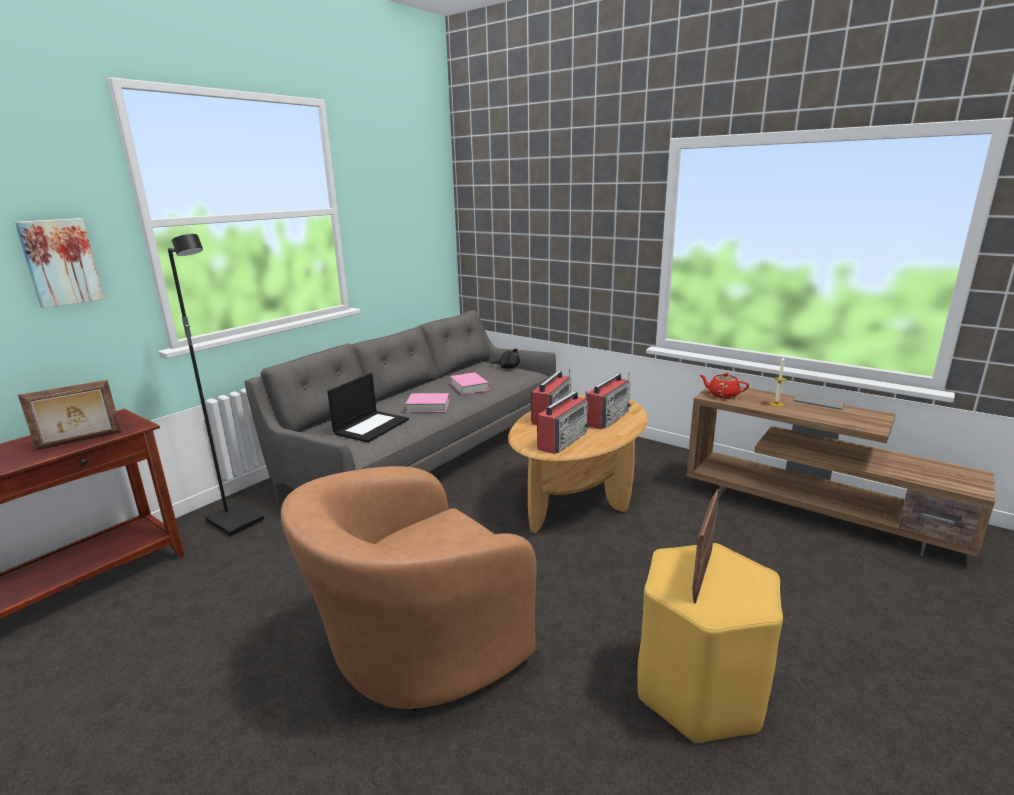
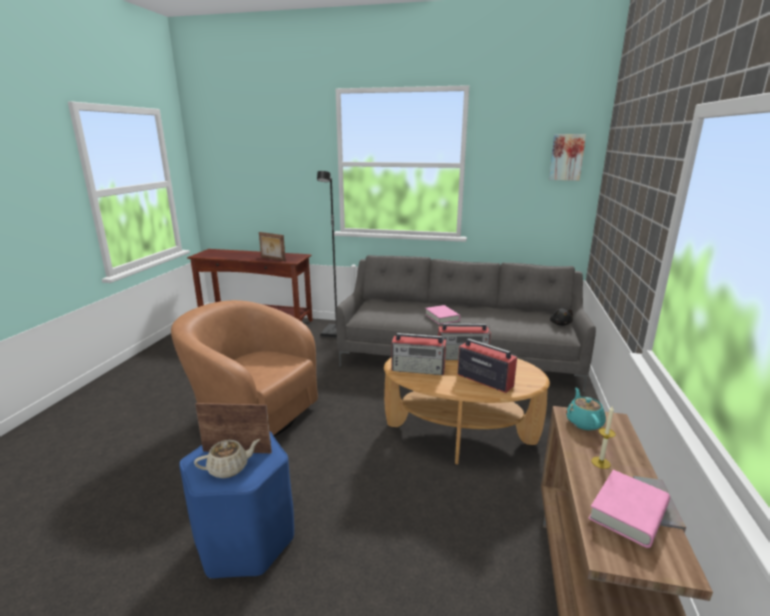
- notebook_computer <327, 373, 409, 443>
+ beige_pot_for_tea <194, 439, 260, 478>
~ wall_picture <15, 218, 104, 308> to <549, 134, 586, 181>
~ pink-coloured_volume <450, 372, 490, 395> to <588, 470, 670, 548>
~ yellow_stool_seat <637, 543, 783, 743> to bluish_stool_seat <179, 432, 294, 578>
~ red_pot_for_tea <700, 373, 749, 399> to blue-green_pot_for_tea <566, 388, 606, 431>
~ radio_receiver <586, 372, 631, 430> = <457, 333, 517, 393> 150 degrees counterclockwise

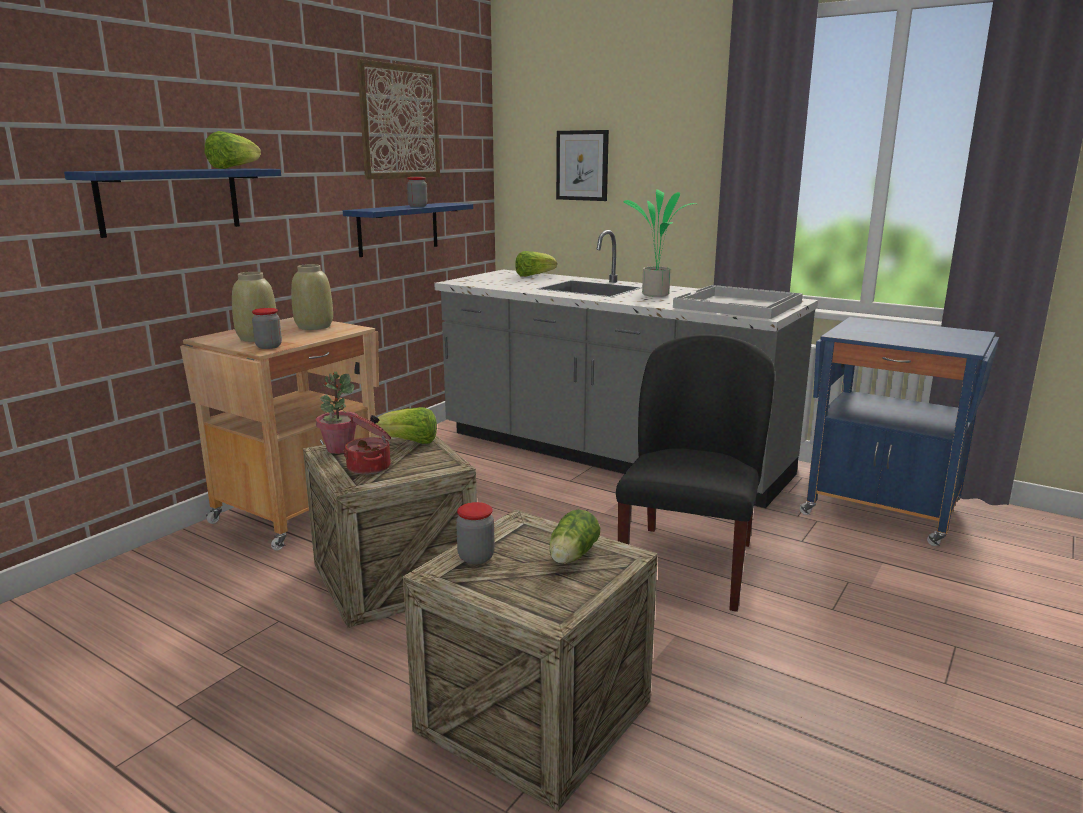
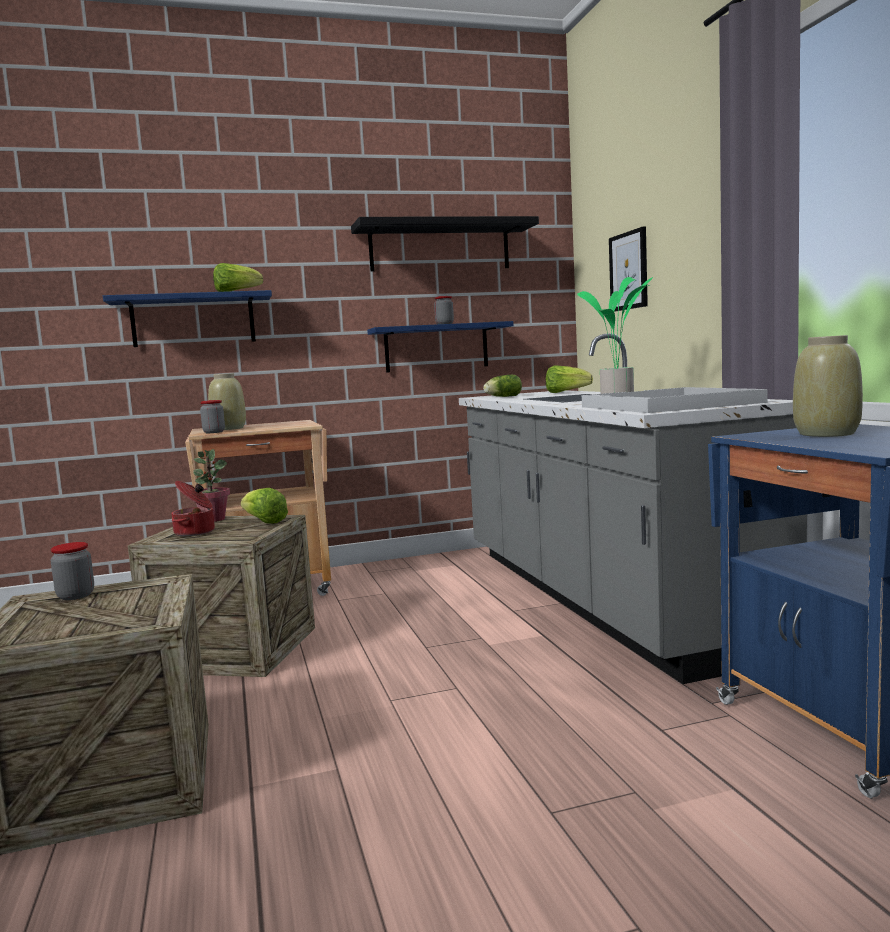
- blackish_upright_chair <616, 334, 775, 612>
~ beige_vase <291, 264, 333, 330> to <793, 335, 863, 437>
~ lettuce_head <549, 509, 600, 564> to <483, 375, 522, 397>
~ wall_picture <357, 59, 440, 180> to blackish_wall_shelf <351, 216, 539, 271>

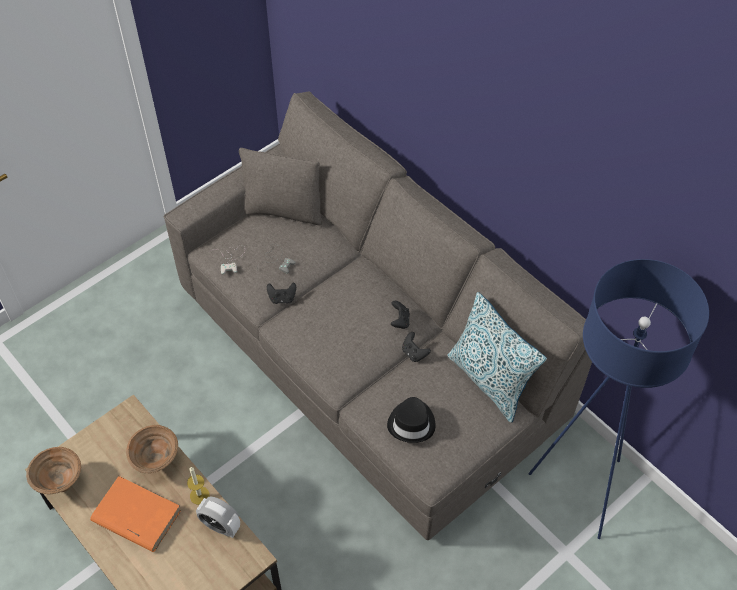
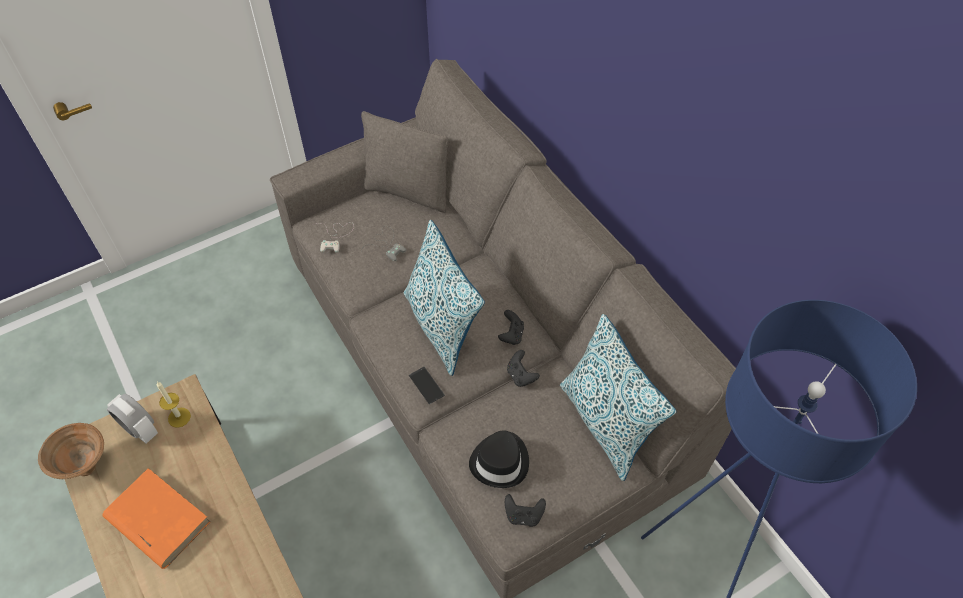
- brown-coloured_deep_dish <126, 425, 178, 473>
+ throw_pillow <404, 220, 485, 376>
+ telephone <409, 367, 445, 405>
~ wax_candle <187, 467, 210, 505> to <157, 382, 191, 428>
~ table_clock <196, 496, 240, 538> to <107, 393, 158, 444>
~ blackish_gamepad <267, 282, 296, 304> to <505, 494, 546, 527>

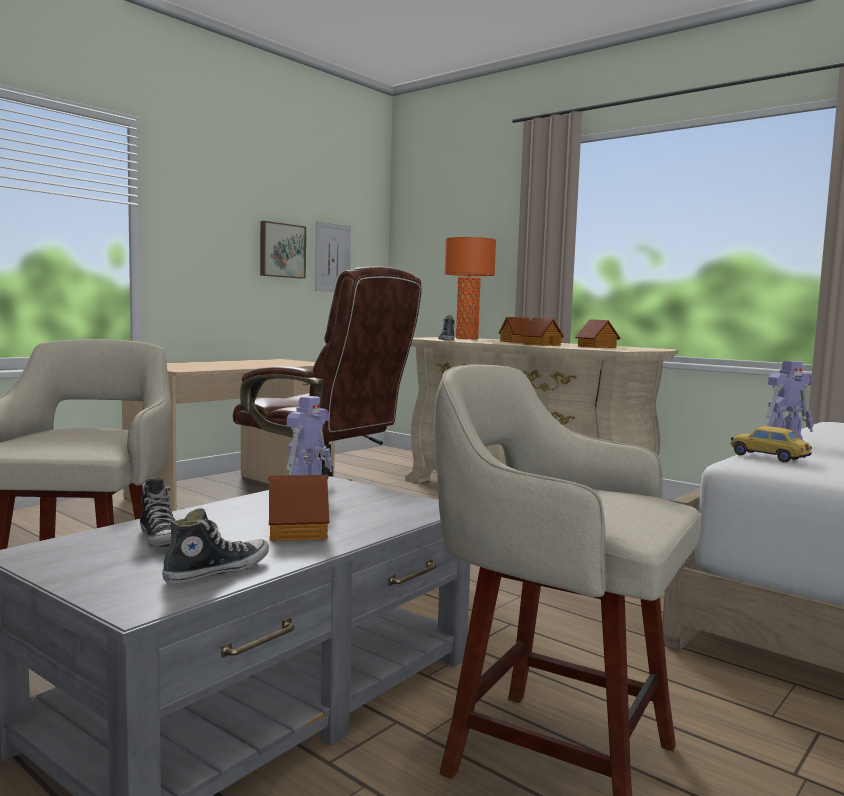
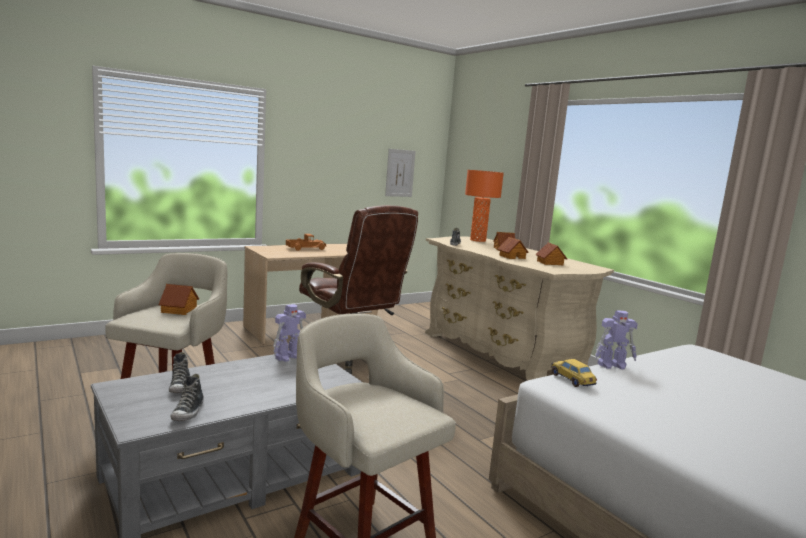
- wall_picture <260, 221, 306, 279>
+ model_truck <286, 234, 326, 251>
~ model_house <268, 475, 329, 541> to <158, 284, 199, 315>
~ shoe <162, 508, 269, 583> = <171, 374, 204, 421> 120 degrees clockwise

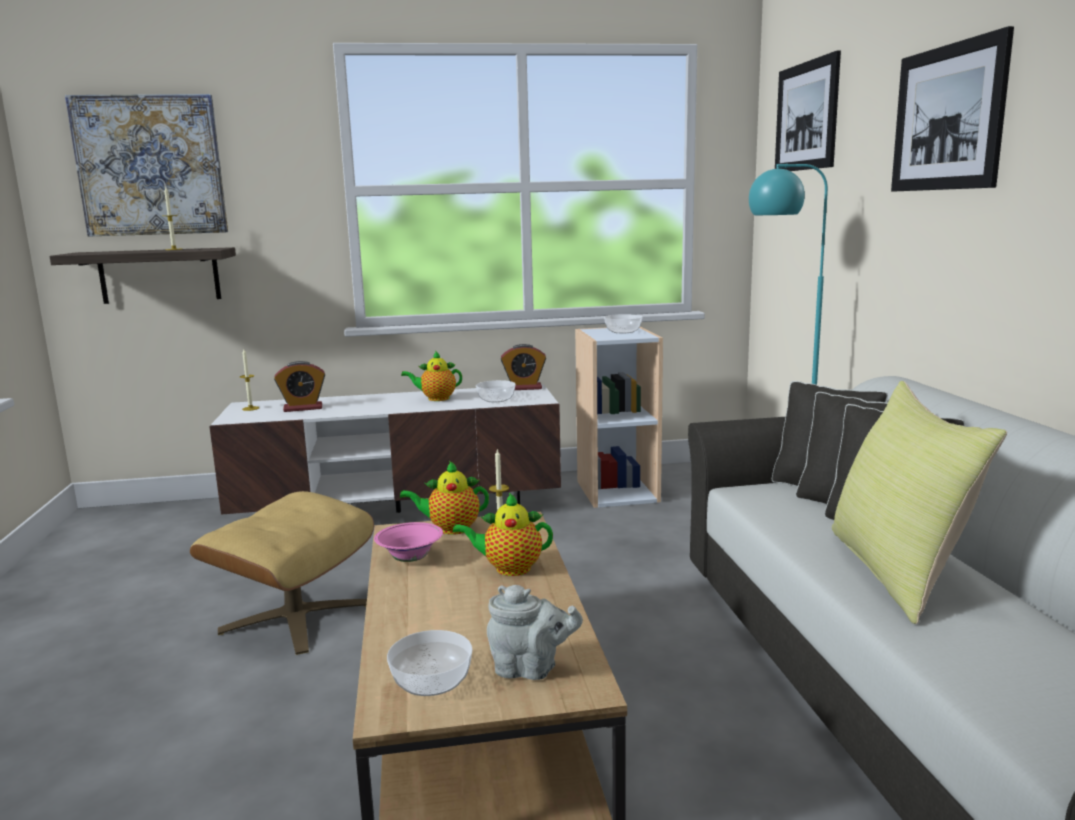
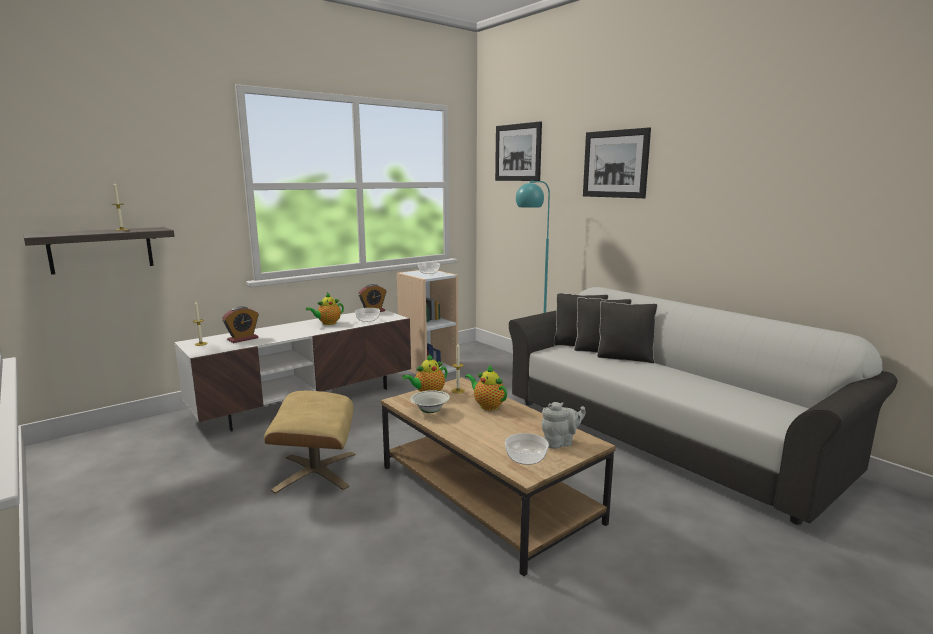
- wall_picture <65, 94, 228, 237>
- yellow_throw_pillow <832, 381, 1007, 624>
~ pink-coloured_deep_dish <374, 522, 443, 562> to white_deep_dish <410, 390, 450, 413>
~ pot_for_tea <453, 493, 553, 576> = <465, 365, 507, 410> 75 degrees clockwise

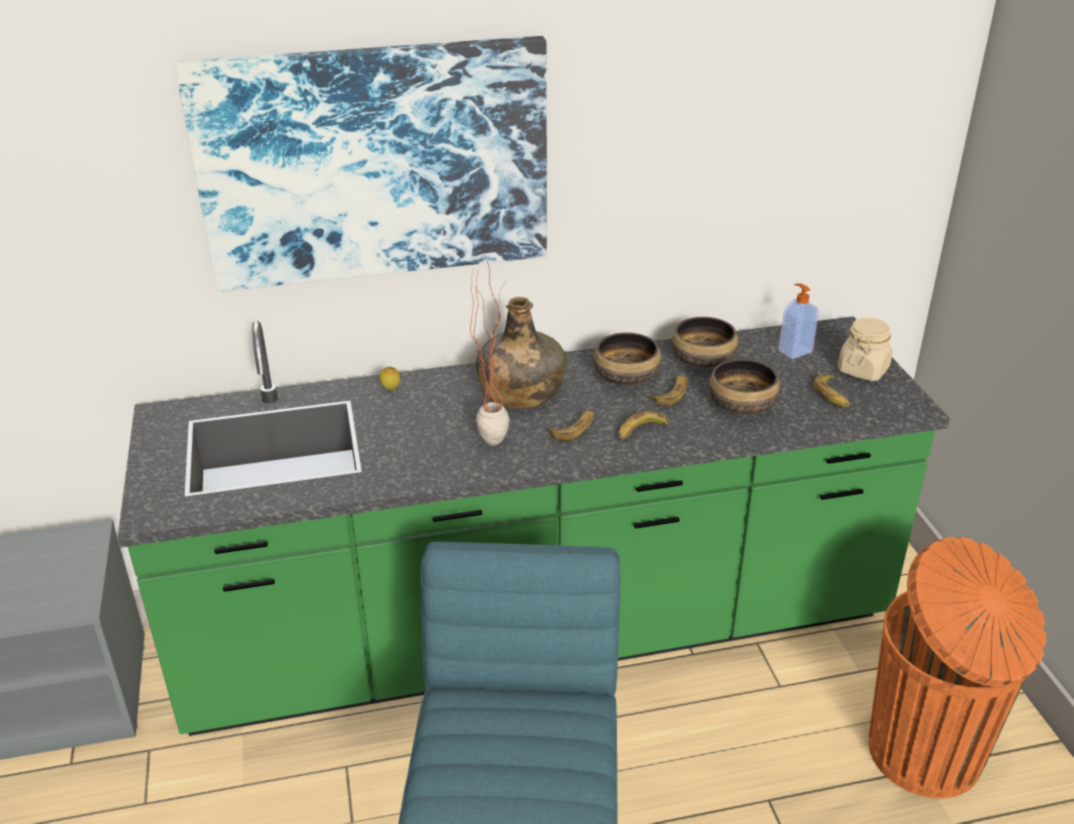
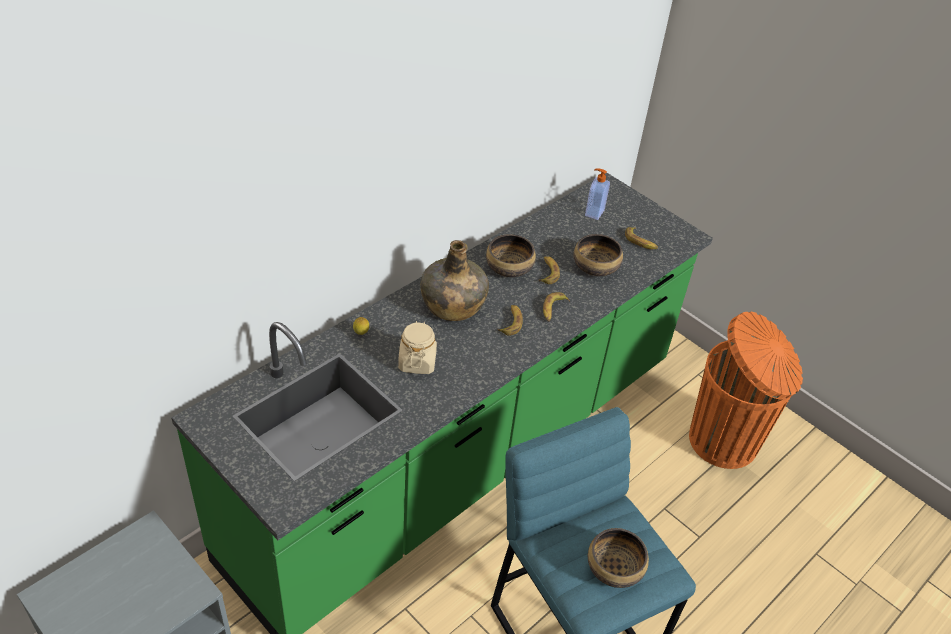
- wall_picture <175, 36, 547, 291>
- potted_plant <470, 253, 509, 446>
~ deep_dish <672, 317, 738, 368> to <588, 528, 649, 588>
~ beige_jar <838, 318, 893, 381> to <398, 321, 437, 374>

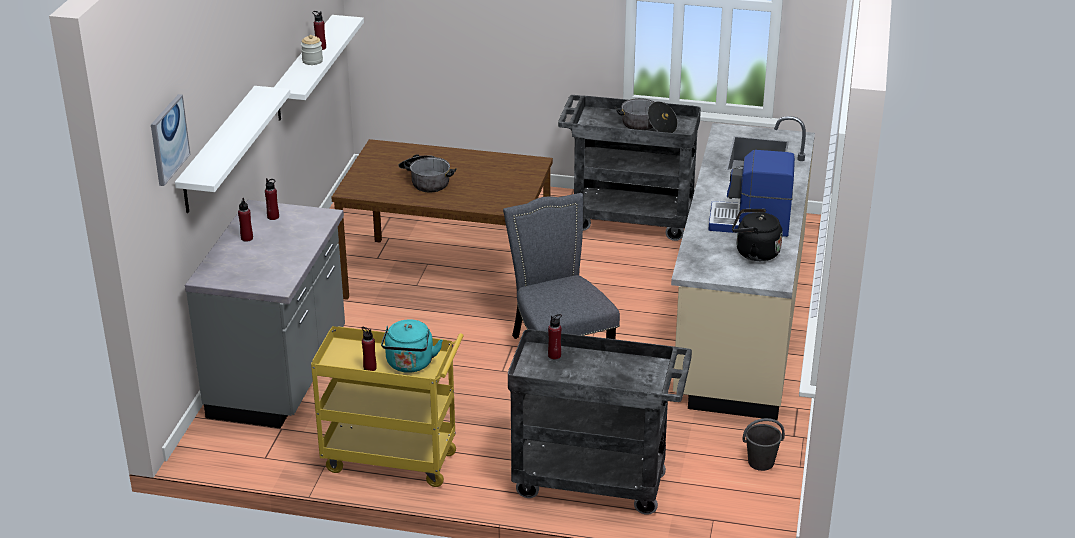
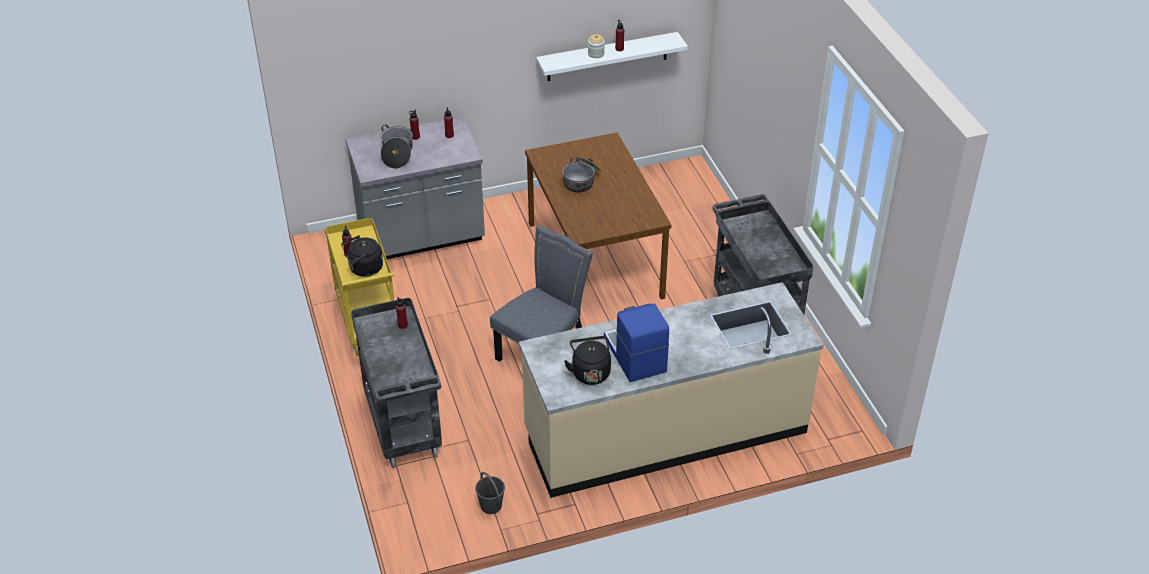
- wall_picture <151, 94, 190, 186>
- white_wall_shelf <175, 86, 291, 213>
~ stockpot <615, 98, 678, 133> to <380, 125, 413, 169>
~ blue-green_water_kettle <381, 320, 443, 373> to blackish_water_kettle <341, 235, 383, 277>

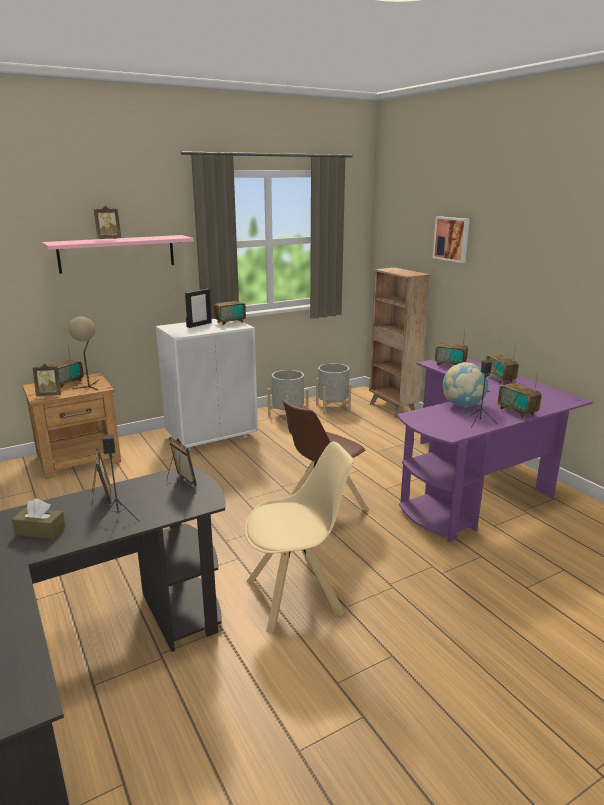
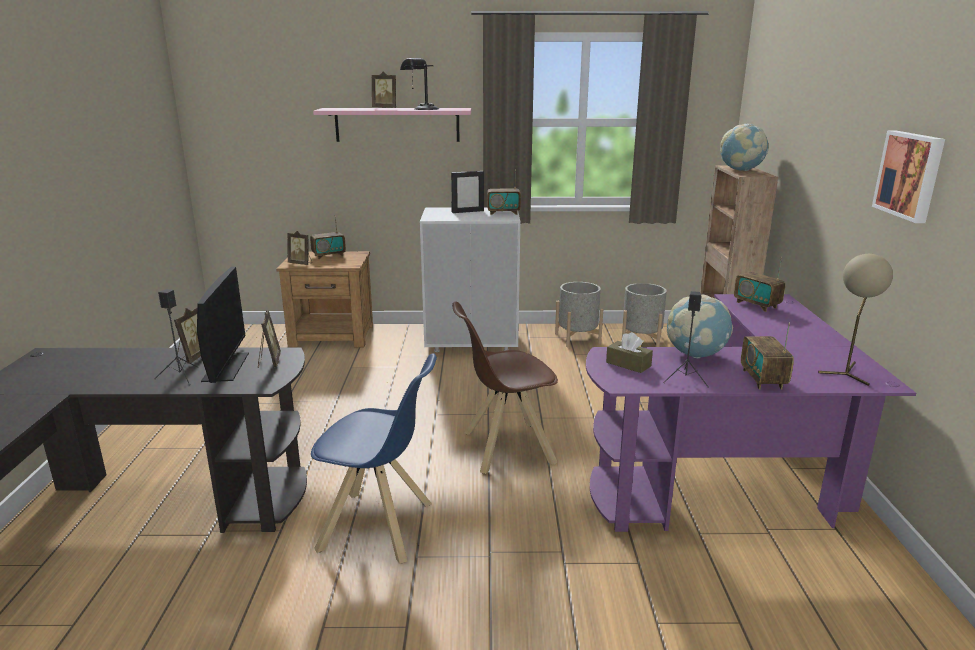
- radio_receiver <486, 344, 519, 384>
+ computer_display <197, 267, 249, 383>
+ blackish_table_lamp <400, 58, 439, 110>
+ world_globe <720, 124, 769, 171>
~ brown-coloured_tissue_box <12, 499, 66, 539> to <606, 332, 653, 373>
~ beige_table_lamp <69, 316, 99, 390> to <818, 254, 893, 386>
~ wall_picture <433, 216, 470, 263> to <872, 131, 945, 223>
~ beige_upright_chair <245, 442, 354, 634> to bluish_upright_chair <311, 353, 437, 564>

